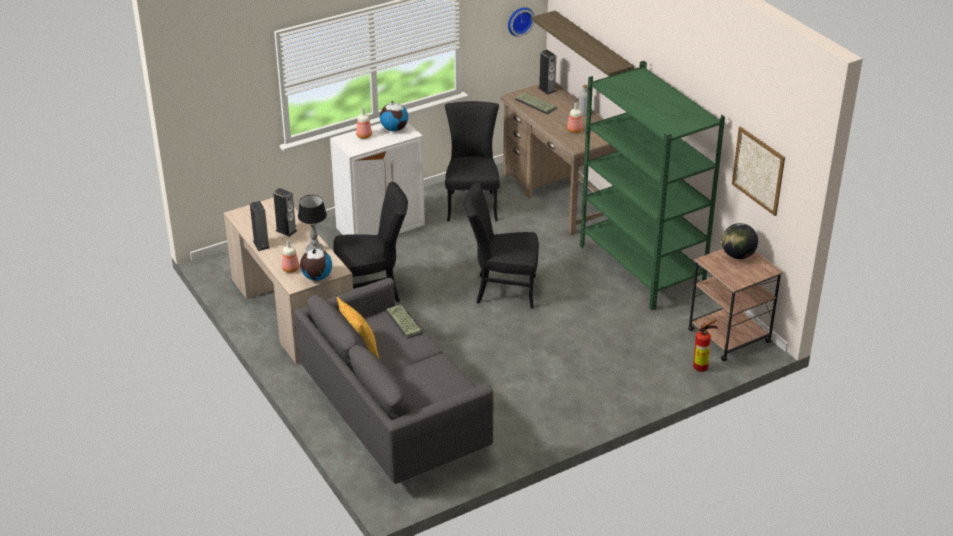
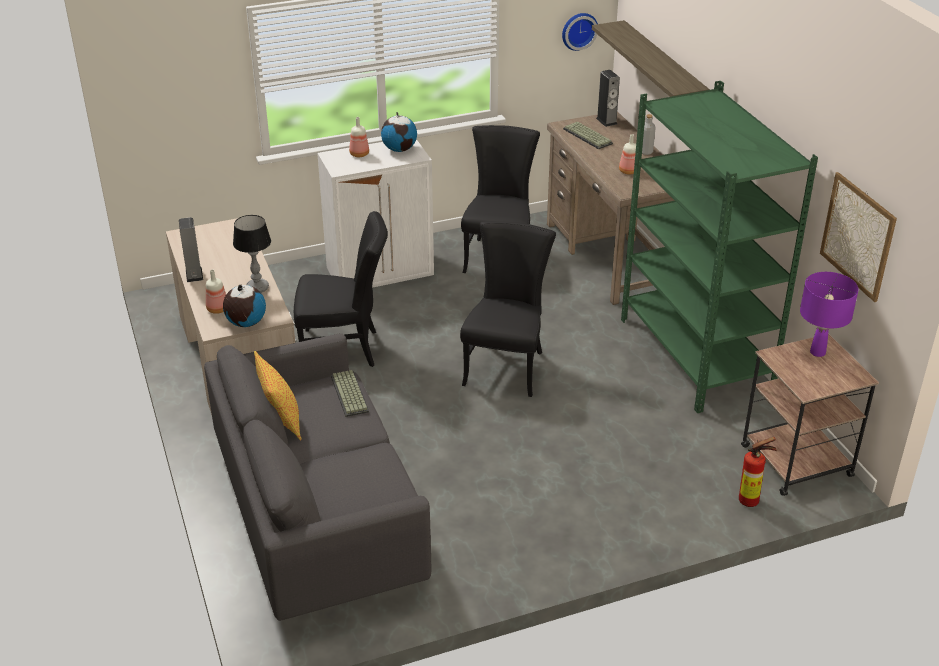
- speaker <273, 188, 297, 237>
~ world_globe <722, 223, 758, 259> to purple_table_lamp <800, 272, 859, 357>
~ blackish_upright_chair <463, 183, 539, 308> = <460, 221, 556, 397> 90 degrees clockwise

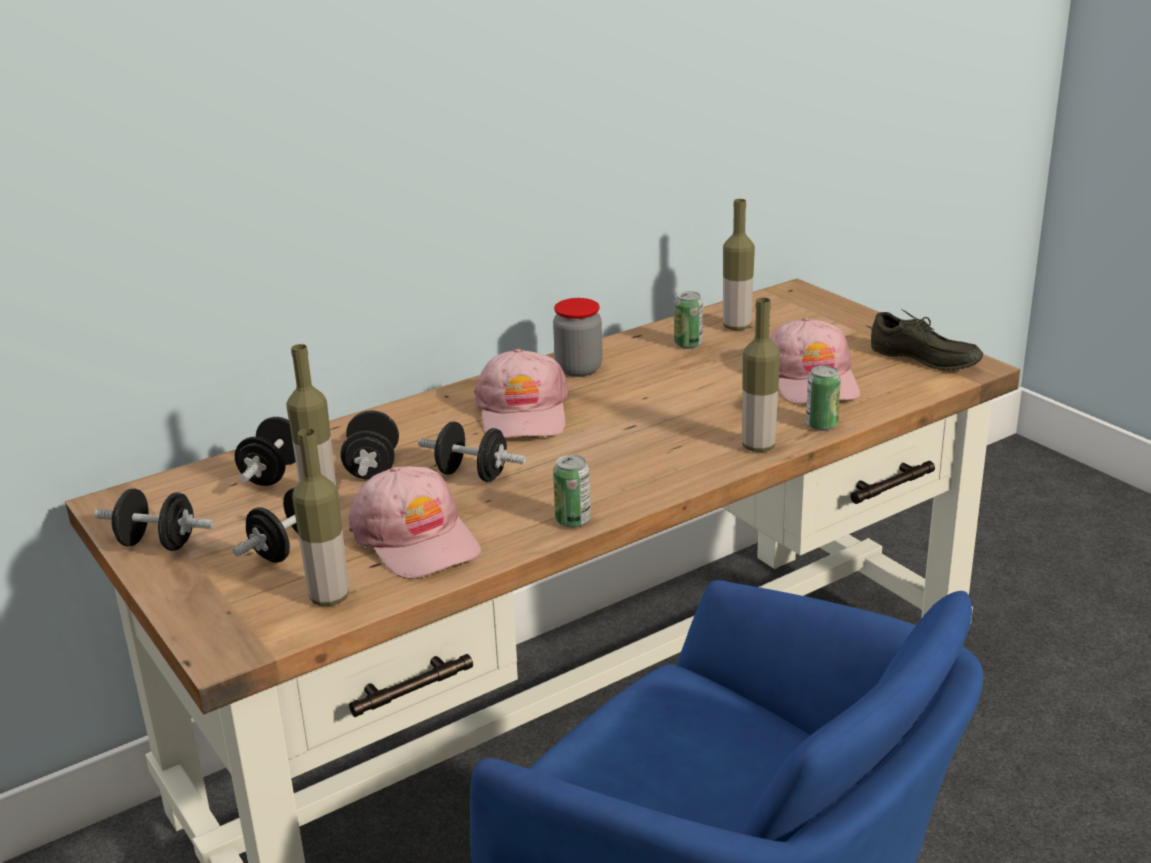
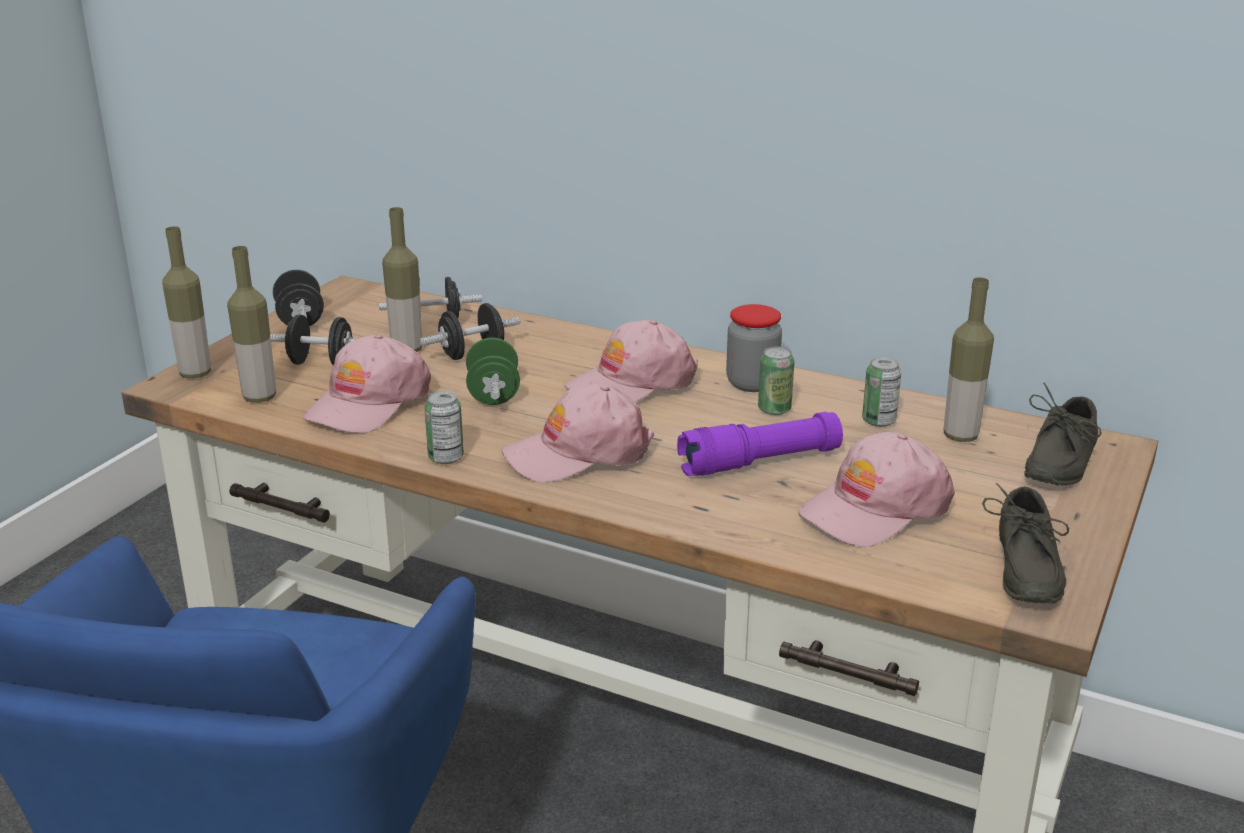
+ pink-coloured_peaked_cap <502, 384, 654, 483>
+ purple_flashlight <677, 412, 843, 476>
+ grey_shoe <1024, 382, 1101, 486>
~ beverage_bottle <742, 297, 780, 452> to <162, 226, 211, 379>
~ can <806, 365, 841, 431> to <758, 347, 794, 415>
~ blackish_dumbbell <418, 422, 526, 482> to green_dumbbell <466, 338, 520, 405>

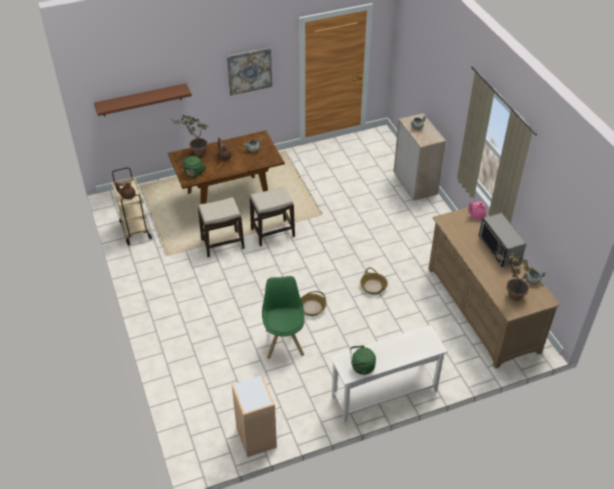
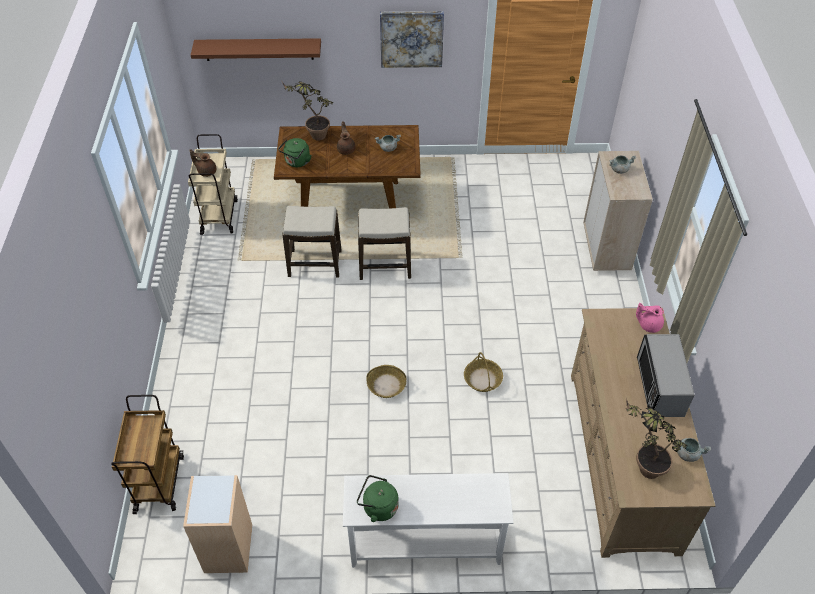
- green_upright_chair <262, 276, 304, 359>
+ brown-coloured_wheeled_cart <111, 395, 184, 514>

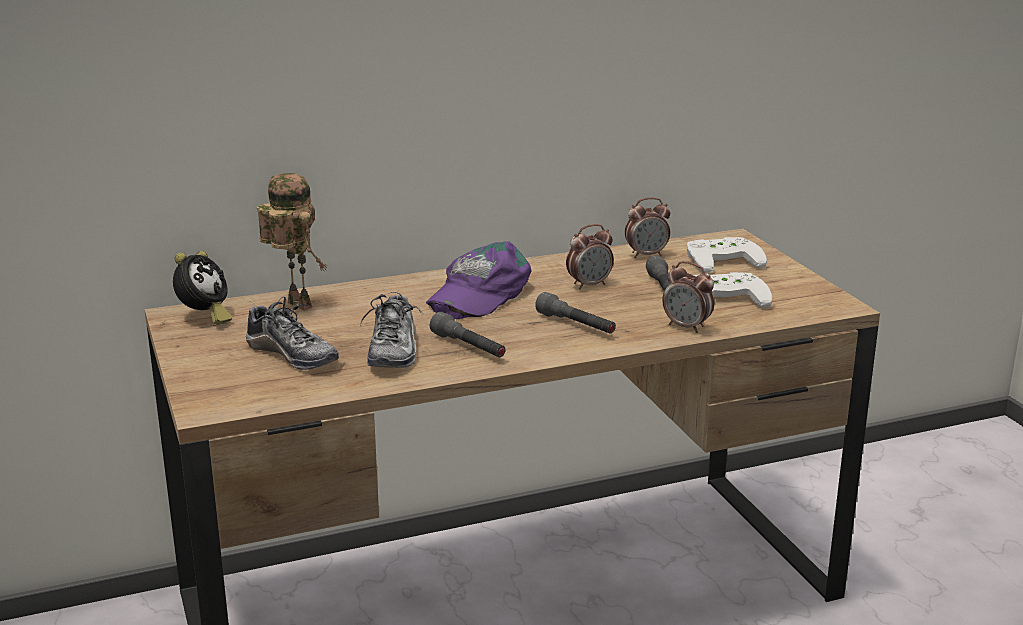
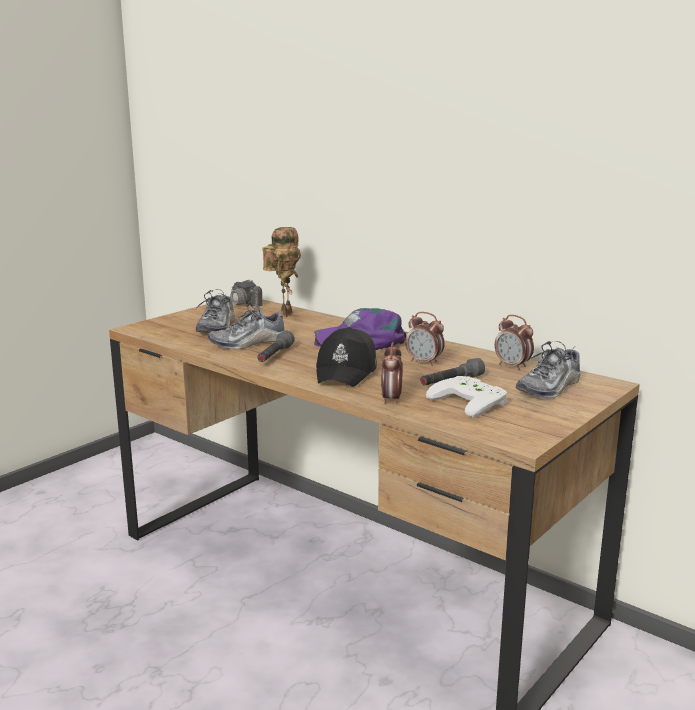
~ table_clock <173, 251, 233, 325> to still_camera <230, 280, 263, 310>
~ grey_flashlight <535, 292, 616, 334> to blackish_peaked_cap <316, 327, 377, 387>
~ white_gamepad <687, 237, 767, 273> to shoe <516, 341, 581, 399>

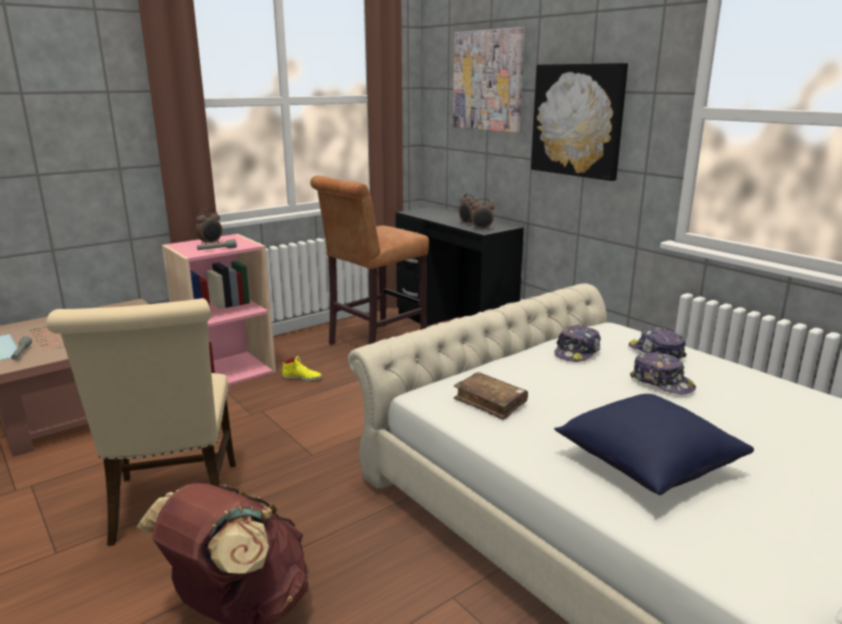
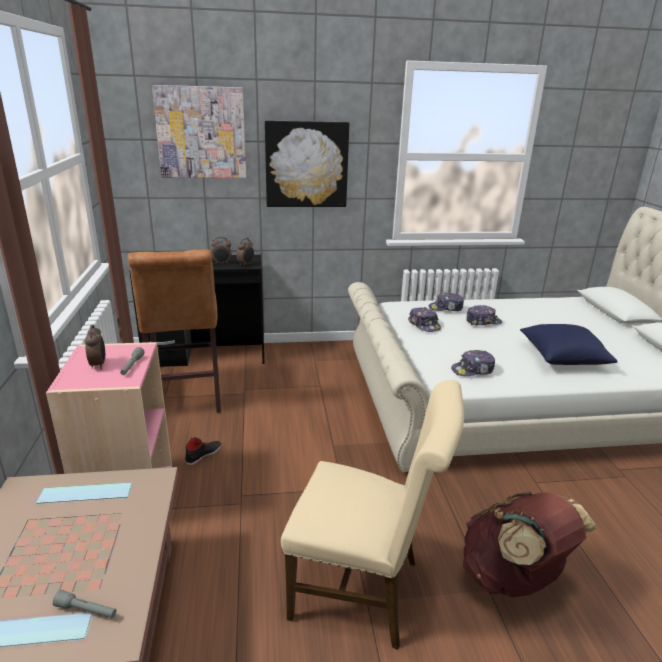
~ brown-coloured_volume <454, 372, 528, 420> to peaked_cap <451, 350, 495, 376>
~ yellow_shoe <282, 356, 322, 381> to blackish_shoe <185, 437, 222, 466>

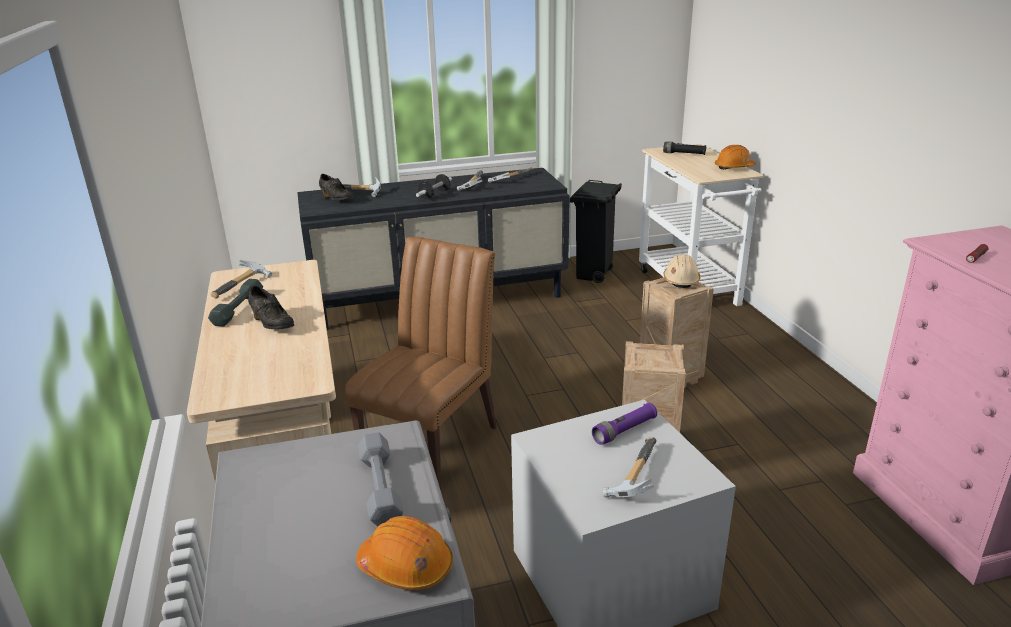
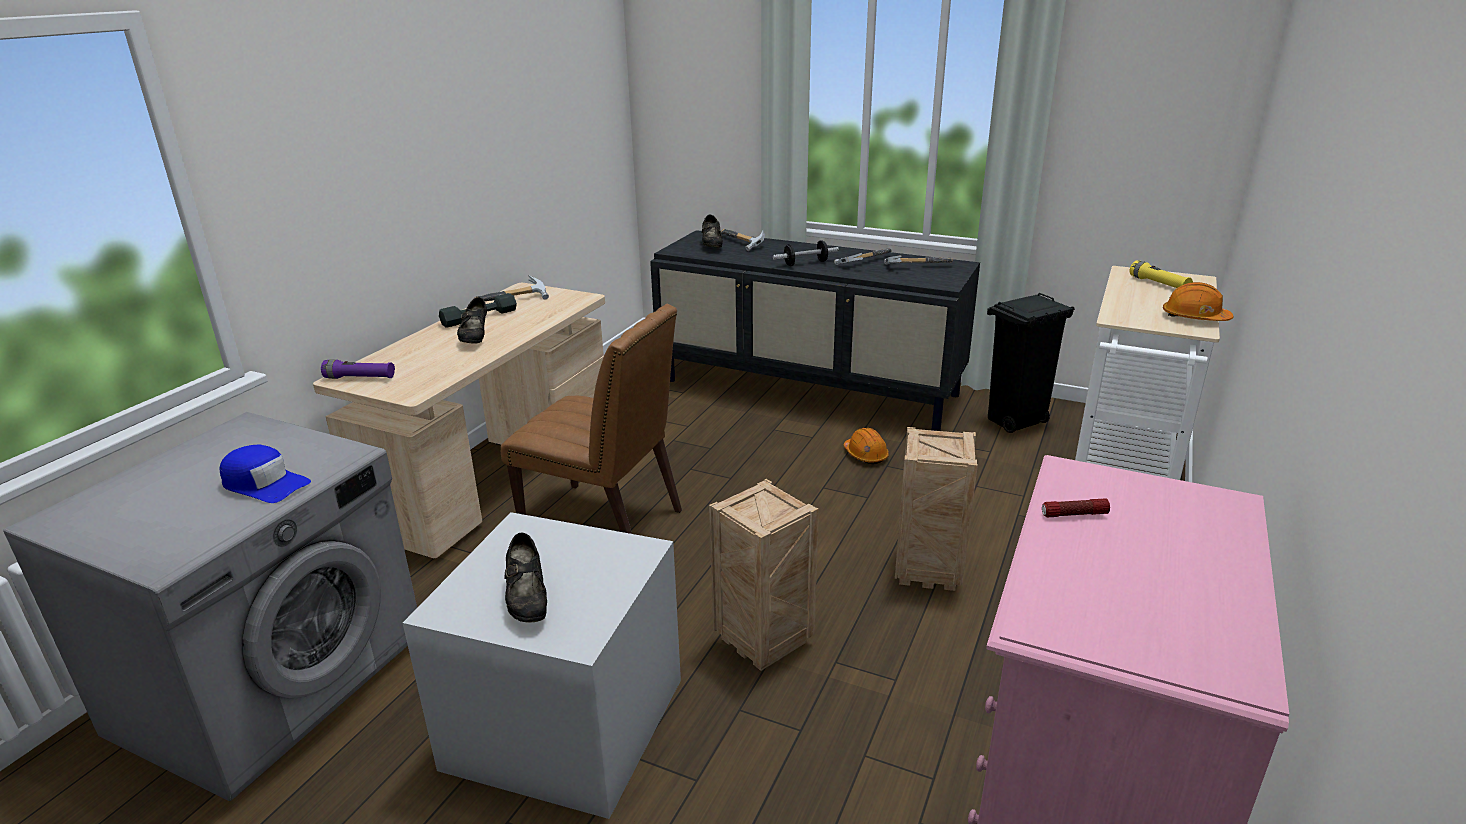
- beige_work_helmet <664, 254, 700, 288>
~ orange_work_helmet <356, 516, 453, 590> to <844, 428, 889, 464>
~ purple_flashlight <592, 403, 657, 445> to <321, 359, 395, 379>
~ grey_dumbbell <358, 432, 403, 527> to bluish_peaked_cap <220, 445, 311, 503>
~ hand_hammer <602, 437, 657, 497> to blackish_shoe <504, 533, 547, 623>
~ blackish_flashlight <663, 142, 706, 155> to yellow_flashlight <1130, 260, 1193, 288>
~ brown-coloured_upright_chair <344, 237, 497, 490> = <501, 304, 682, 534> 45 degrees clockwise

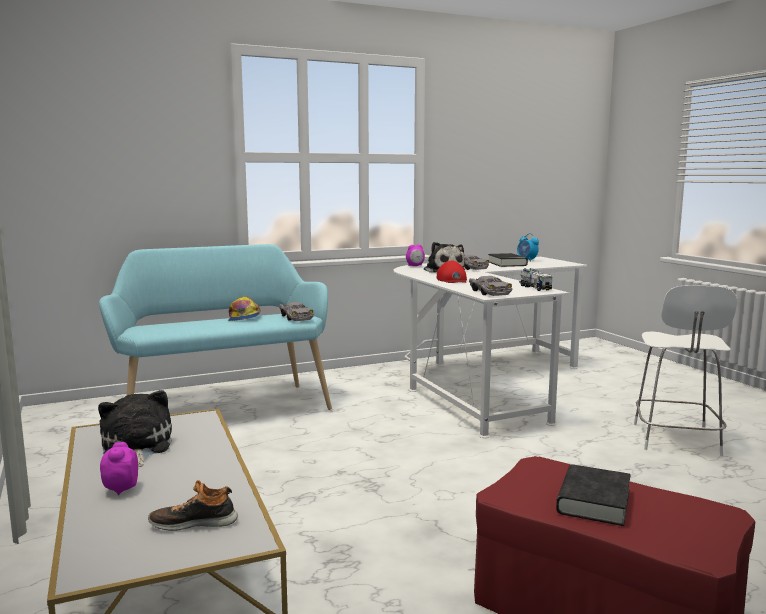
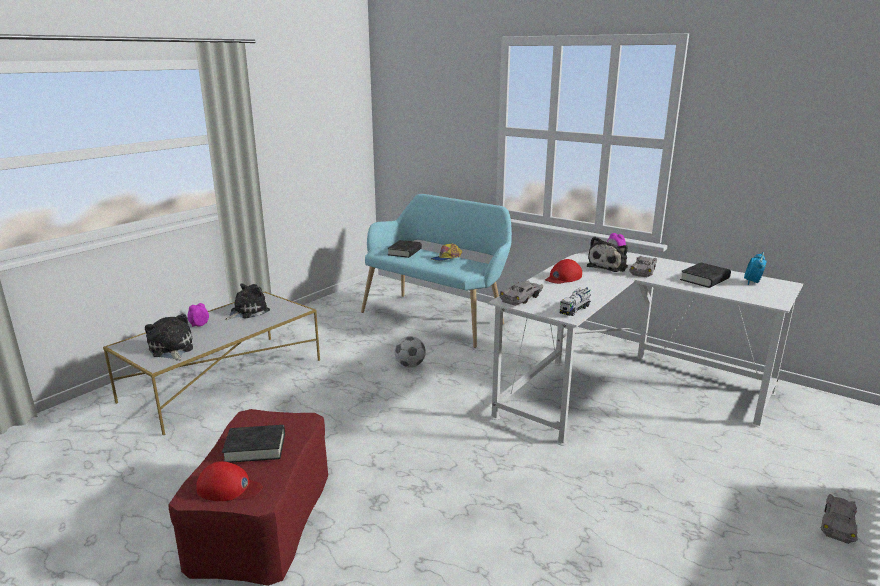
- white_upright_chair <634, 285, 737, 456>
+ red_peaked_cap <196, 461, 263, 501>
+ blackish_volume <387, 240, 422, 258>
+ ball_for_football <395, 336, 426, 368>
~ grey_miniature_car <279, 302, 314, 321> to <820, 494, 858, 544>
~ shoe <148, 480, 238, 531> to plush_toy <145, 314, 193, 361>

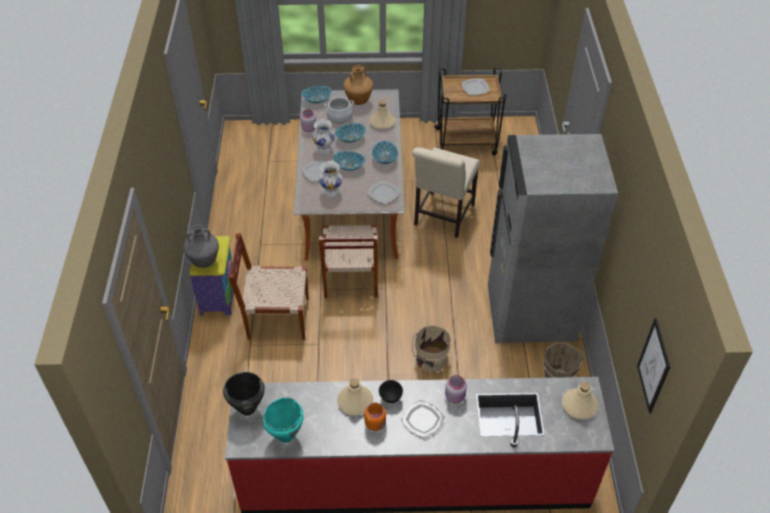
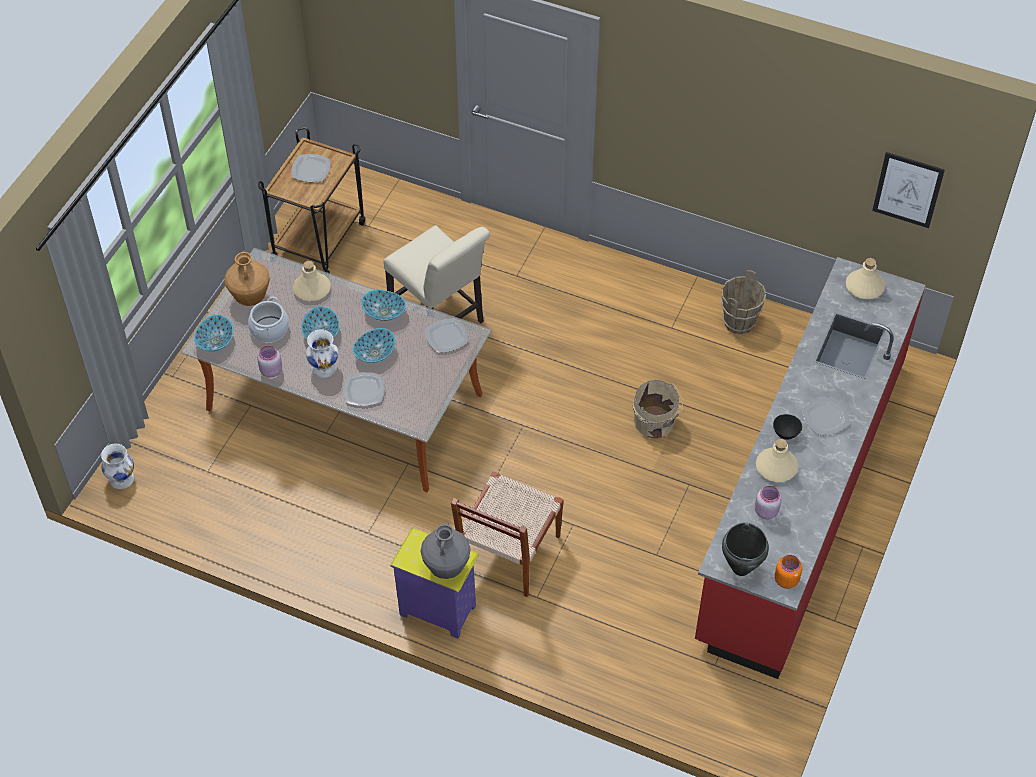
- blue-green_stockpot <263, 398, 304, 443>
- upright_chair <319, 224, 378, 298>
- grey_refrigerator <488, 134, 618, 343>
~ white_vase <319, 161, 343, 197> to <101, 443, 134, 489>
~ orange_jar <364, 403, 386, 431> to <775, 555, 802, 589>
~ pink-coloured_jar <445, 375, 467, 403> to <755, 486, 782, 519>

